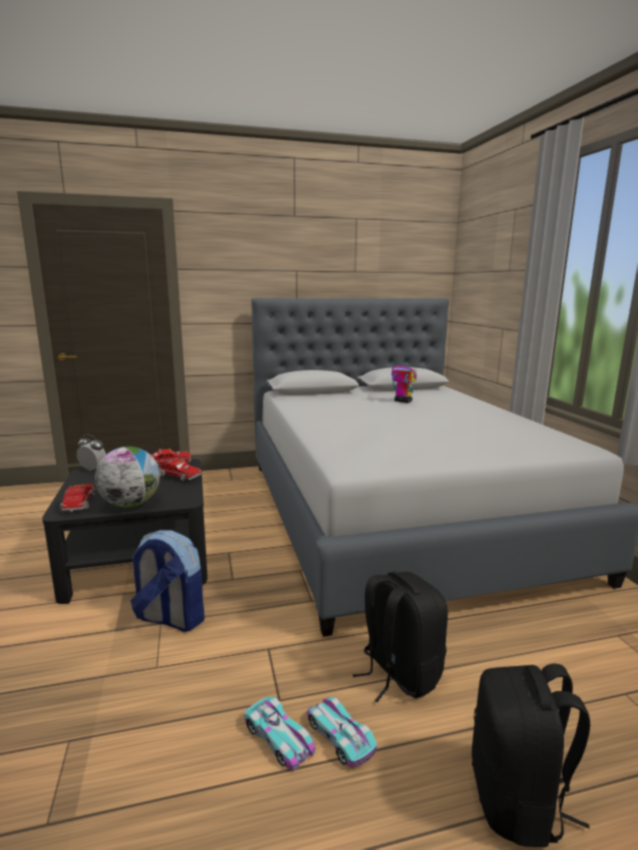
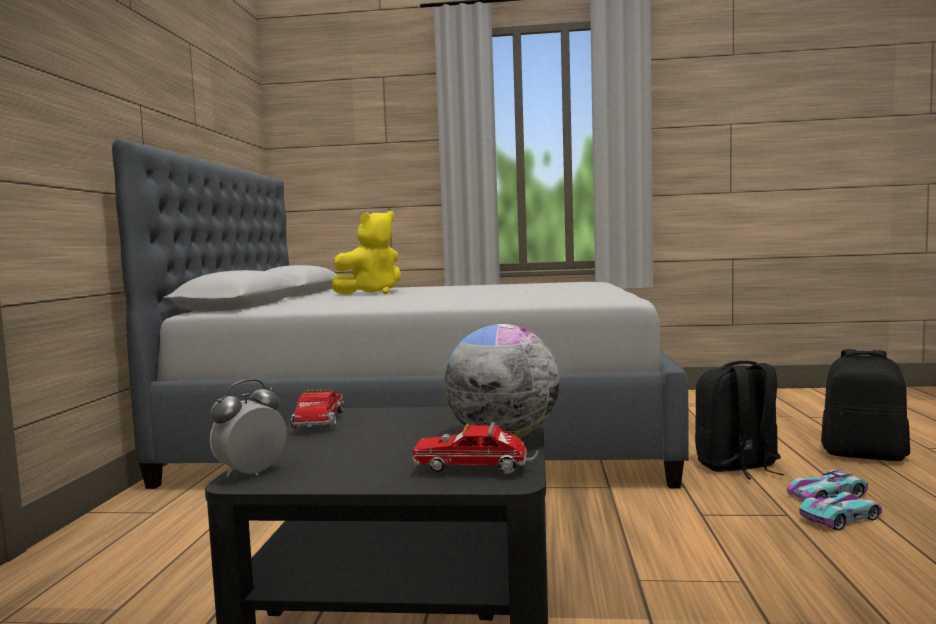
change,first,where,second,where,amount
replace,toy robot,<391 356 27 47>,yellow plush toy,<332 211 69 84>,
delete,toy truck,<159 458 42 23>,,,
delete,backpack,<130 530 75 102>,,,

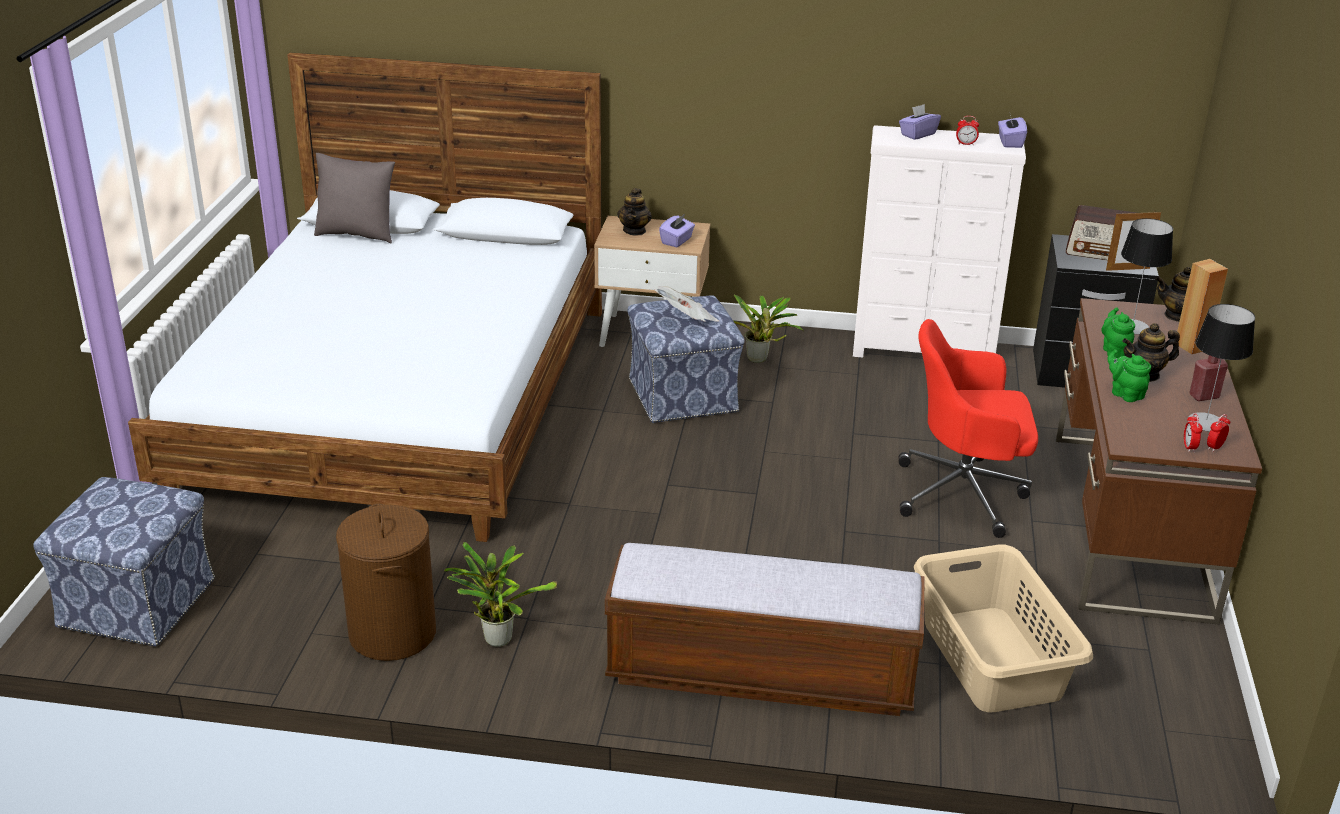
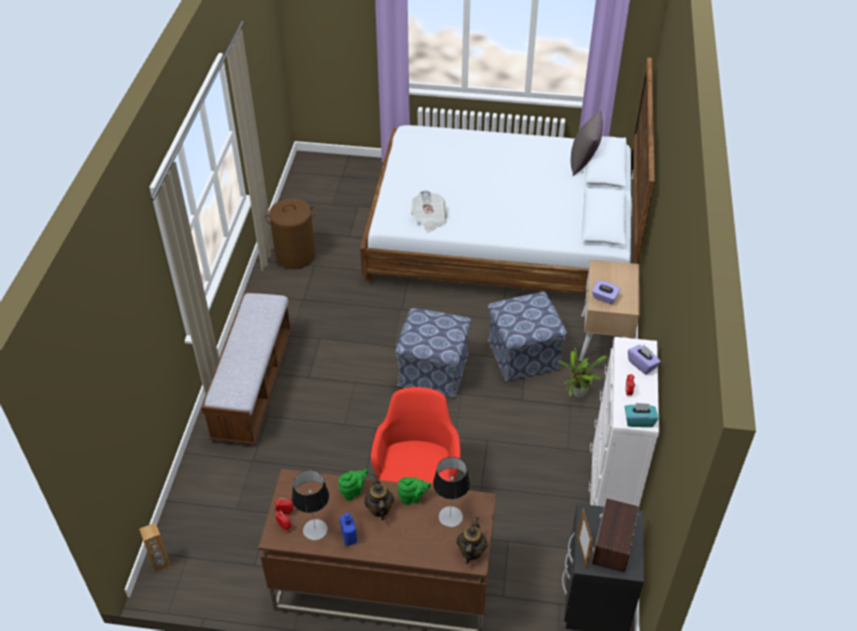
change,first,where,second,where,amount
recolor,purple tissue box,<998 115 29 33>,turquoise tissue box,<625 403 33 24>,
delete,teapot,<617 188 35 48>,,,
move,brown speaker,<1177 259 51 95>,,<139 523 32 49>,
move,newspaper,<654 286 65 36>,,<411 190 36 42>,
recolor,red bottle,<1190 355 38 46>,blue bottle,<340 513 17 33>,
move,ottoman,<33 477 182 170>,,<395 308 76 90>,
delete,potted plant,<444 542 113 105>,,,
delete,beige laundry basket,<914 544 179 168>,,,

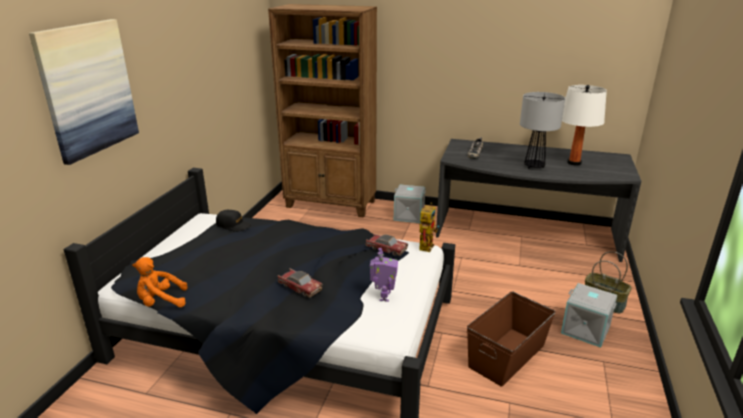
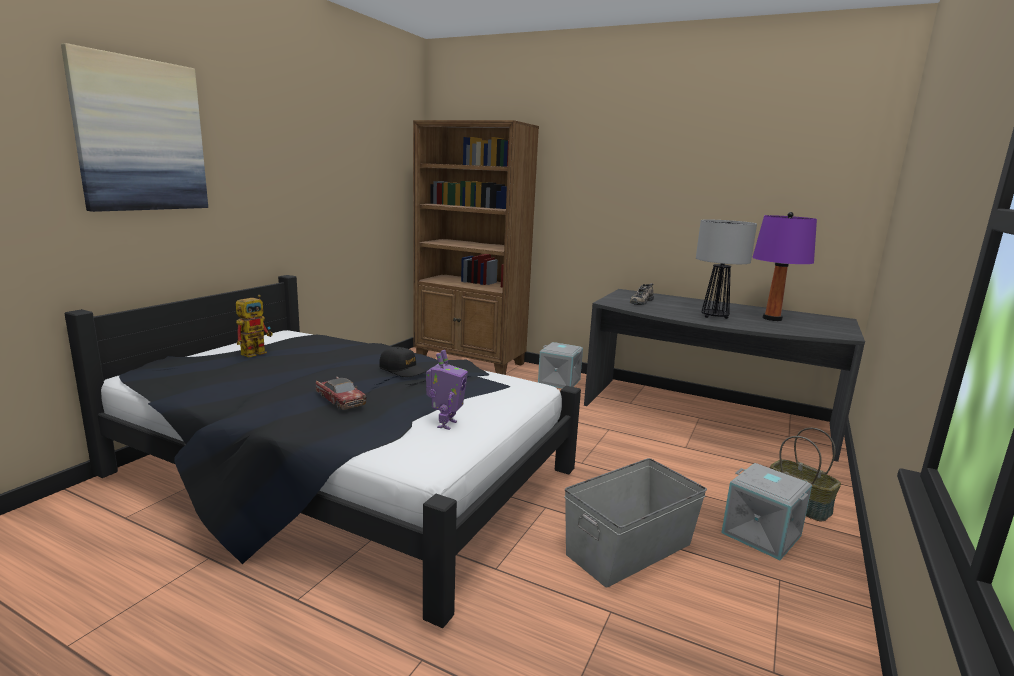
change,first,where,second,where,amount
recolor,white table lamp,<562 85 45 81>,purple table lamp,<752 212 65 109>,
move,toy robot,<419 202 20 50>,,<236 295 37 62>,
move,black cap,<216 210 35 22>,,<379 347 48 30>,
delete,toy car,<365 234 43 22>,,,
delete,orange plush toy,<132 257 55 50>,,,
recolor,brown storage box,<467 291 89 95>,grey storage box,<564 458 143 129>,

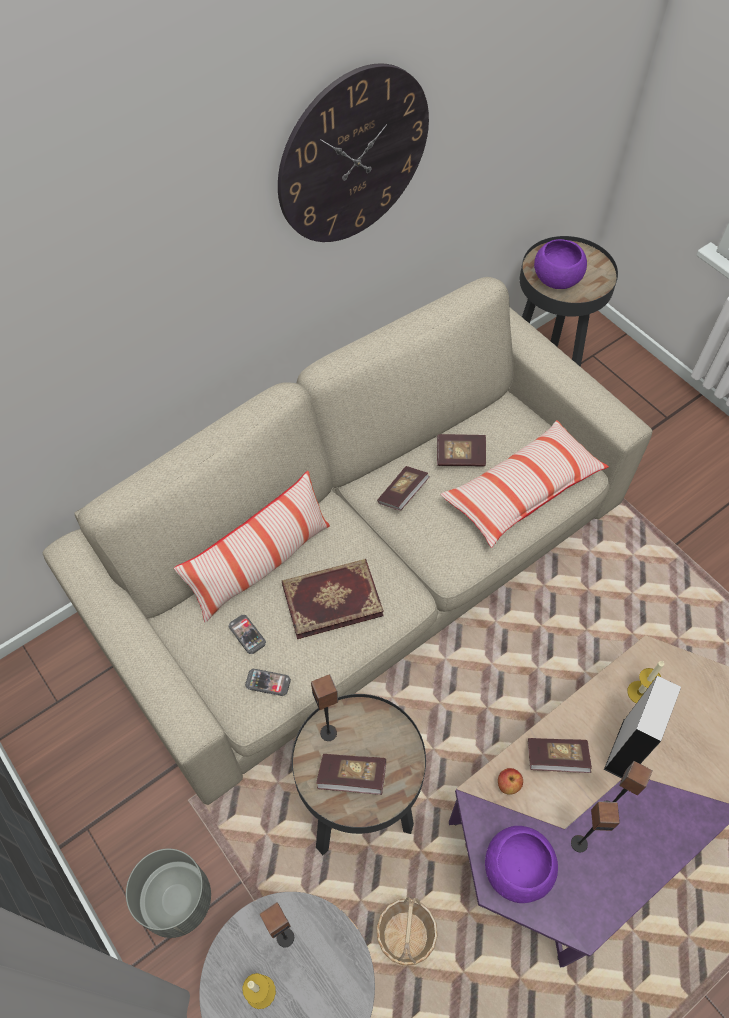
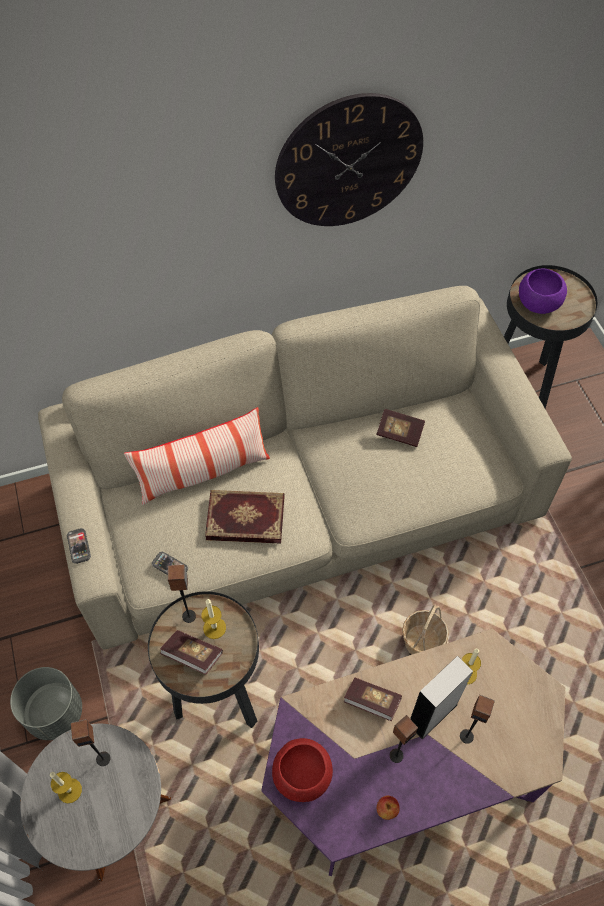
change,first,where,second,where,amount
delete,pillow,<440 420 169 128>,,,
delete,book,<377 466 53 45>,,,
move,phone,<228 615 38 39>,,<67 528 24 36>,
move,apple,<498 768 25 27>,,<377 796 23 24>,
move,speaker,<571 801 49 51>,,<460 695 35 49>,
recolor,purple bowl,<485 826 73 77>,red bowl,<272 738 61 64>,
move,basket,<376 897 62 69>,,<402 604 47 50>,
insert,,,candle,<201 599 25 40>,

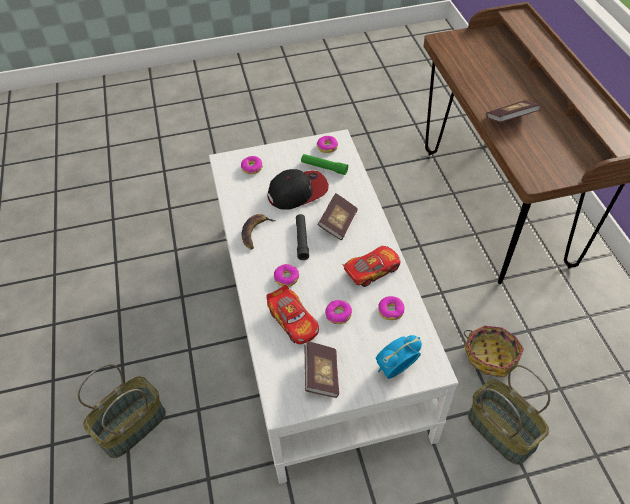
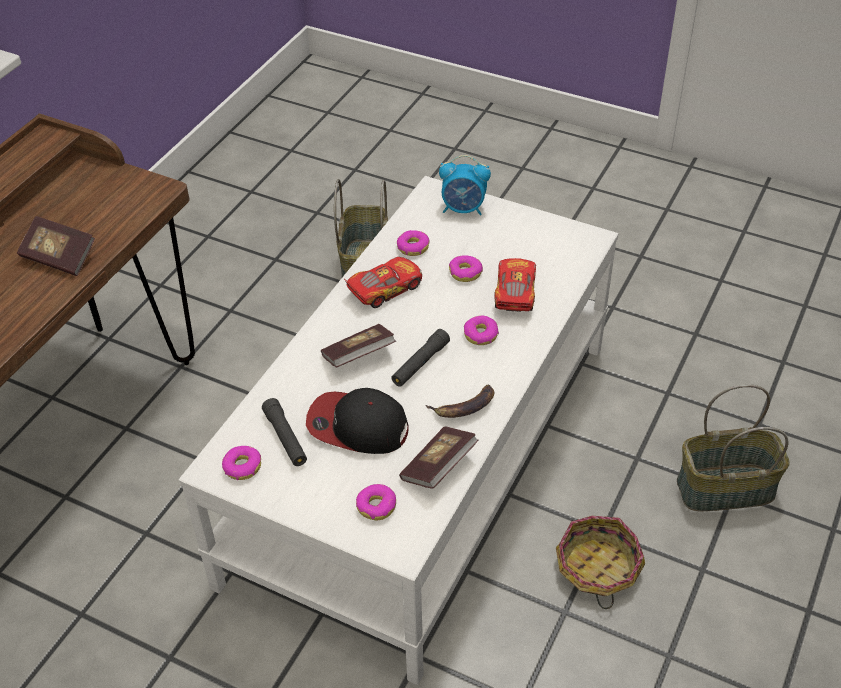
change,first,where,second,where,amount
recolor,green flashlight,<301 154 47 21>,black flashlight,<262 398 45 68>,
rotate,toy car,<342 246 58 41>,,<344 257 78 51>,135 degrees clockwise
move,basket,<464 326 60 51>,,<556 516 89 93>,
move,book,<304 341 35 57>,,<399 426 79 62>,

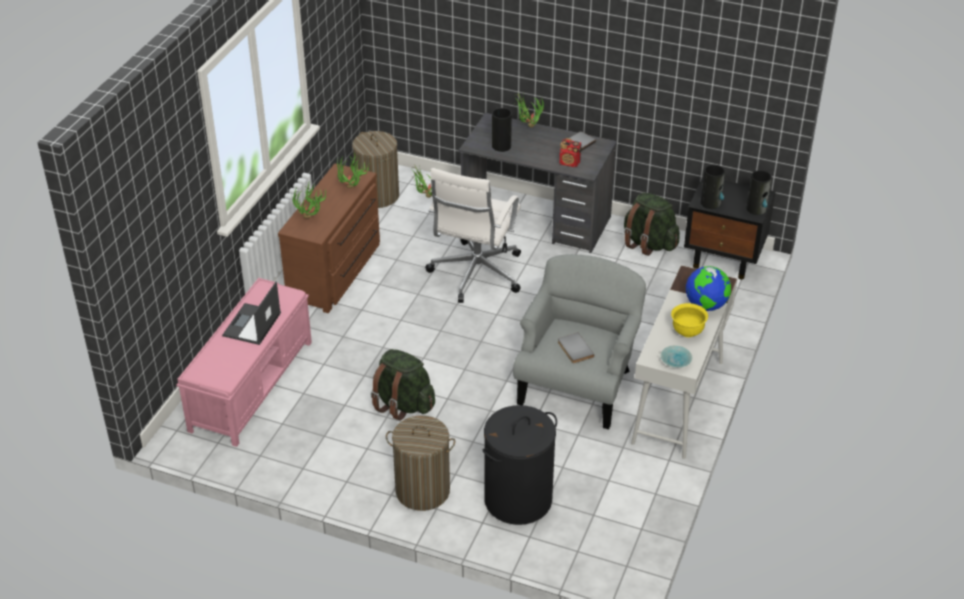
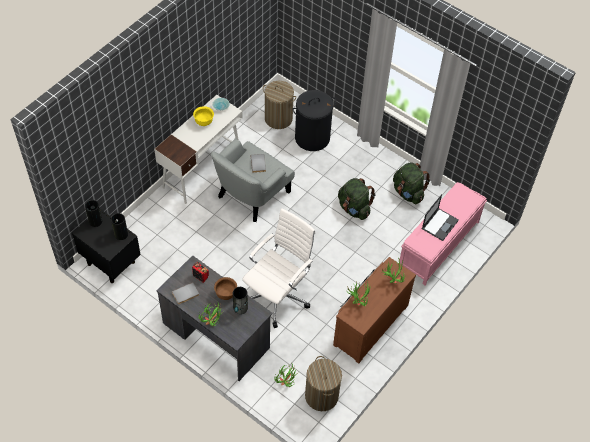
change,first,where,second,where,amount
move,green backpack,<624 193 56 63>,,<393 162 37 42>,
delete,globe,<686 266 45 45>,,,
move,laundry basket,<386 415 69 96>,,<263 81 33 48>,
insert,,,brown bowl,<214 277 23 23>,

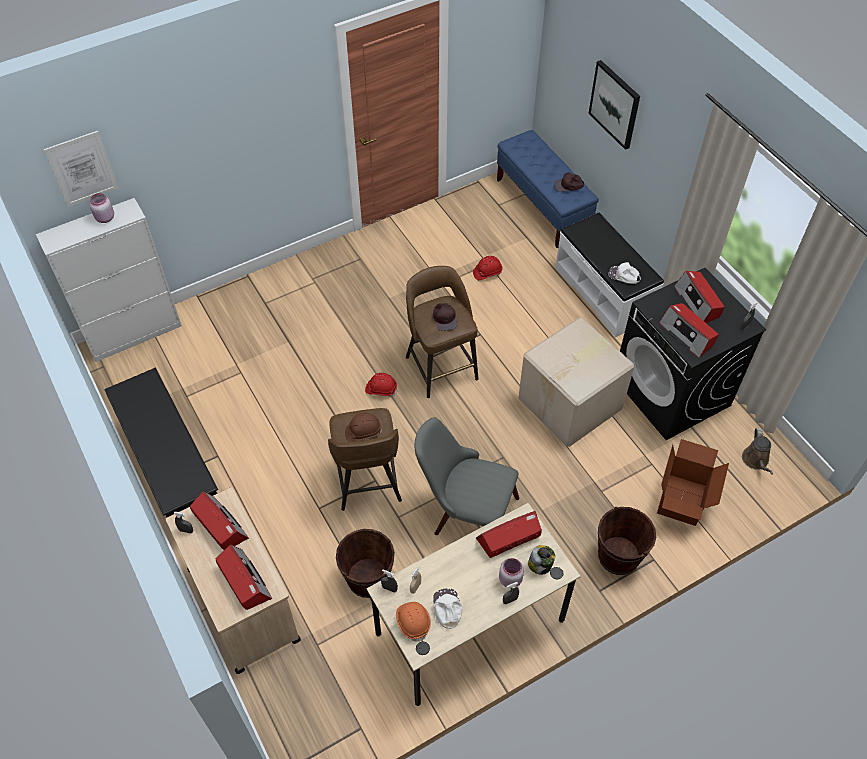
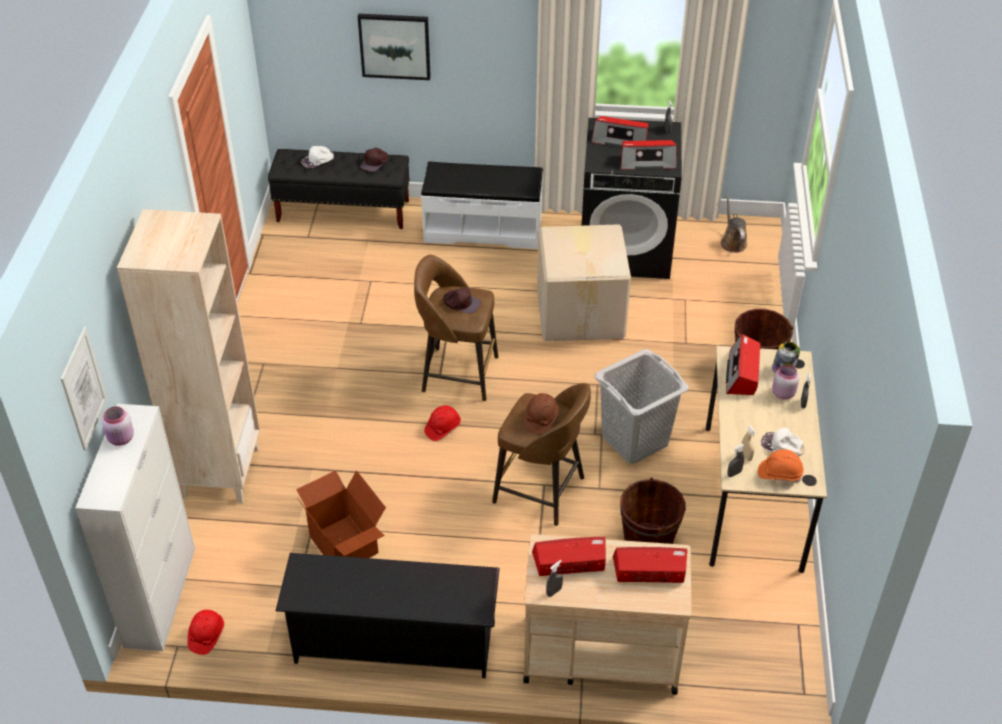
change,first,where,second,where,amount
recolor,blue bench,<497 130 102 118>,black bench,<268 149 142 80>,
move,red hard hat,<473 256 29 24>,,<187 610 37 45>,
move,white cap,<609 262 32 22>,,<301 146 33 22>,
replace,grey chair,<415 417 104 118>,grey laundry basket,<594 349 95 115>,
rotate,brown watering can,<742 428 31 47>,,<721 194 26 59>,135 degrees counterclockwise
move,cardboard box,<657 439 72 87>,,<296 470 90 88>,
insert,,,beige bookcase,<117 209 143 295>,

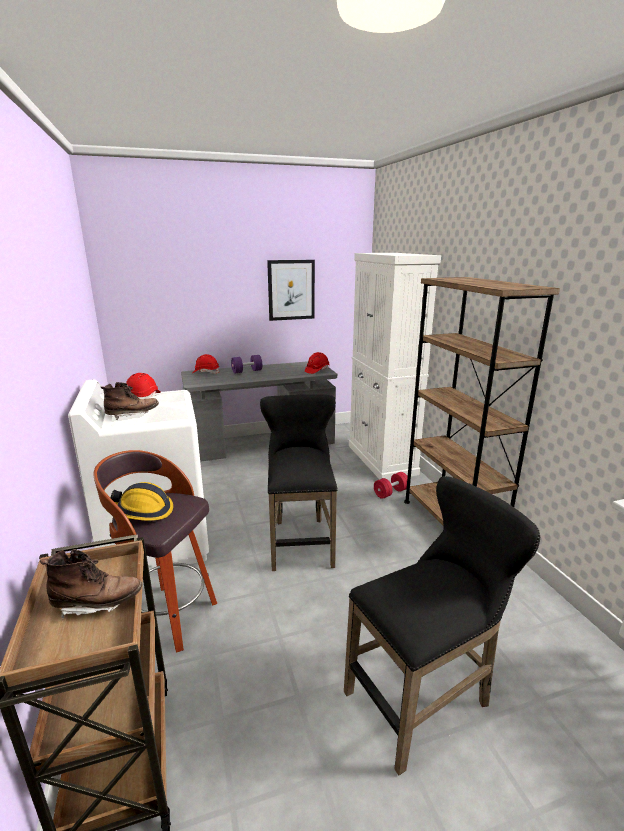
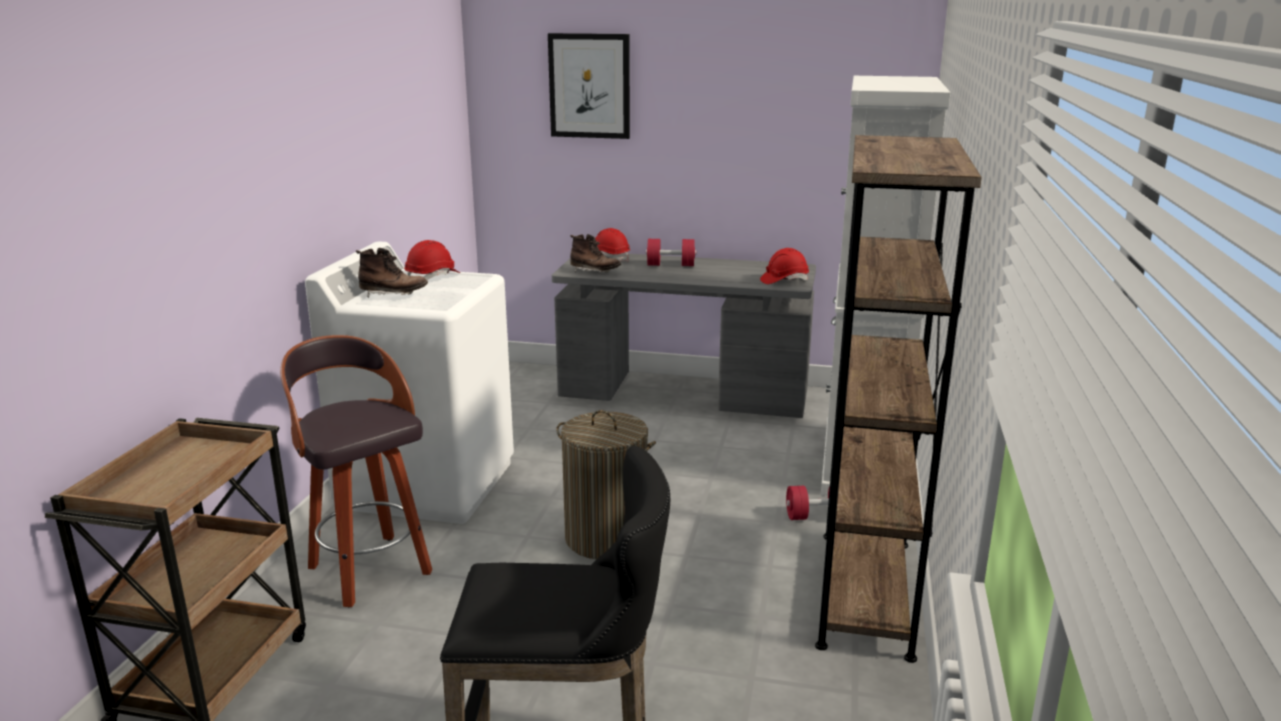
change,first,where,second,where,amount
move,picture,<267 260 48 61>,,<548 33 82 106>,
recolor,purple dumbbell,<231 355 31 18>,red dumbbell,<646 239 50 27>,
replace,black stool,<260 395 78 176>,laundry basket,<557 410 99 149>,
delete,hard hat,<106 482 67 39>,,,
move,brown boot,<40 549 103 71>,,<570 234 51 39>,

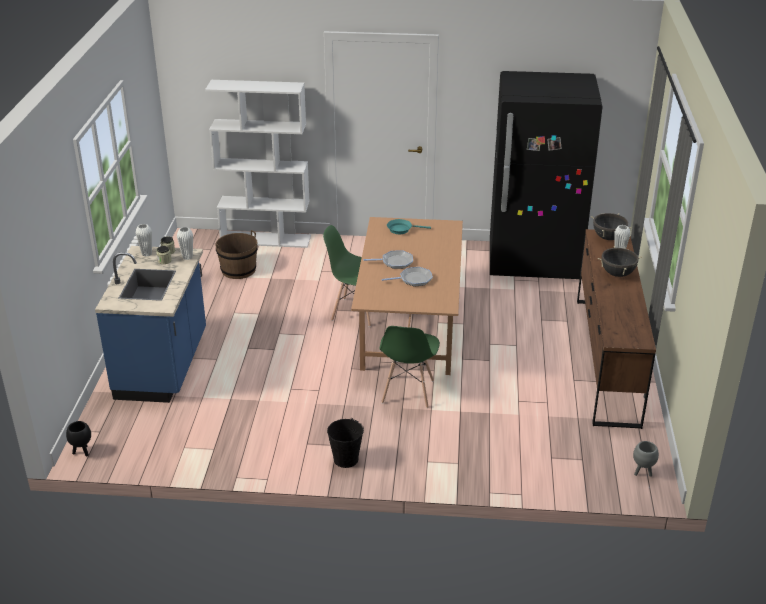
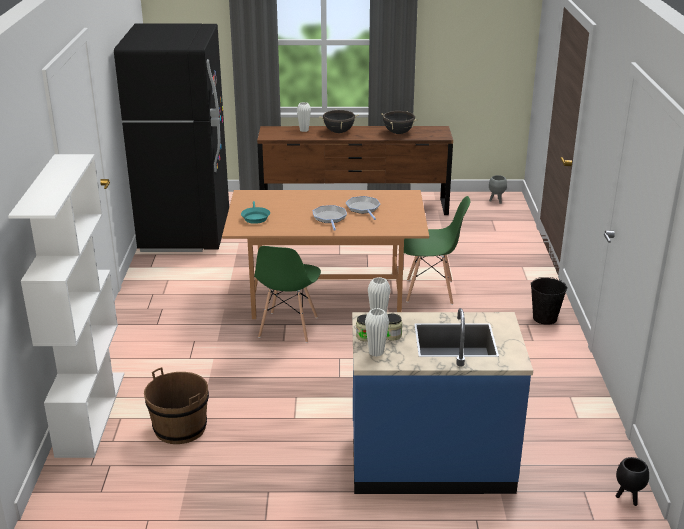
change,first,where,second,where,amount
move,black cooking pot,<591 213 40 27>,,<381 111 36 23>,

